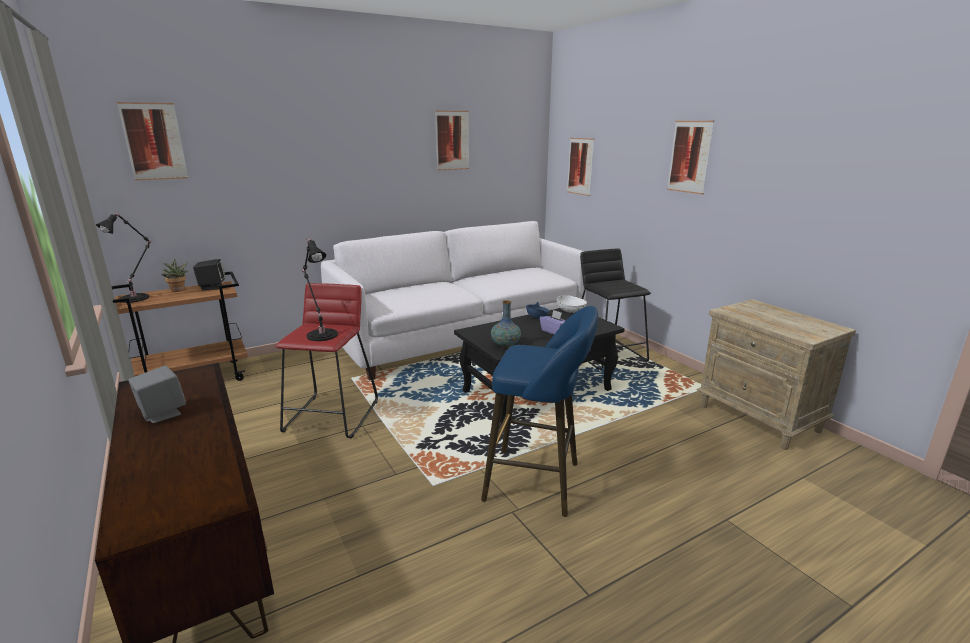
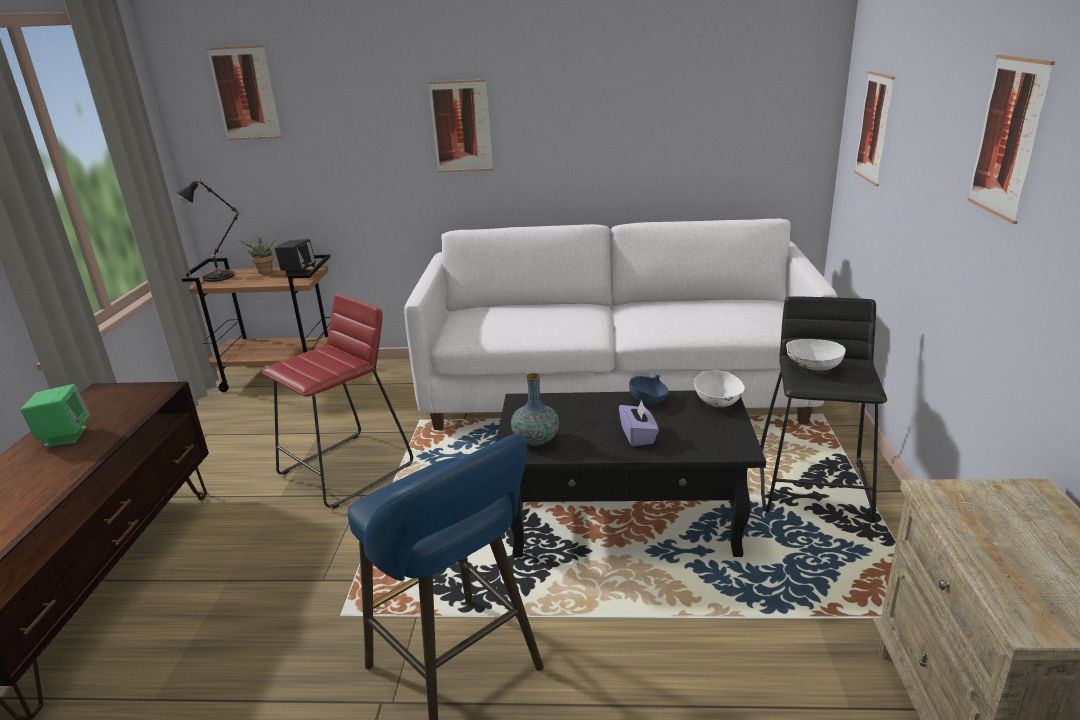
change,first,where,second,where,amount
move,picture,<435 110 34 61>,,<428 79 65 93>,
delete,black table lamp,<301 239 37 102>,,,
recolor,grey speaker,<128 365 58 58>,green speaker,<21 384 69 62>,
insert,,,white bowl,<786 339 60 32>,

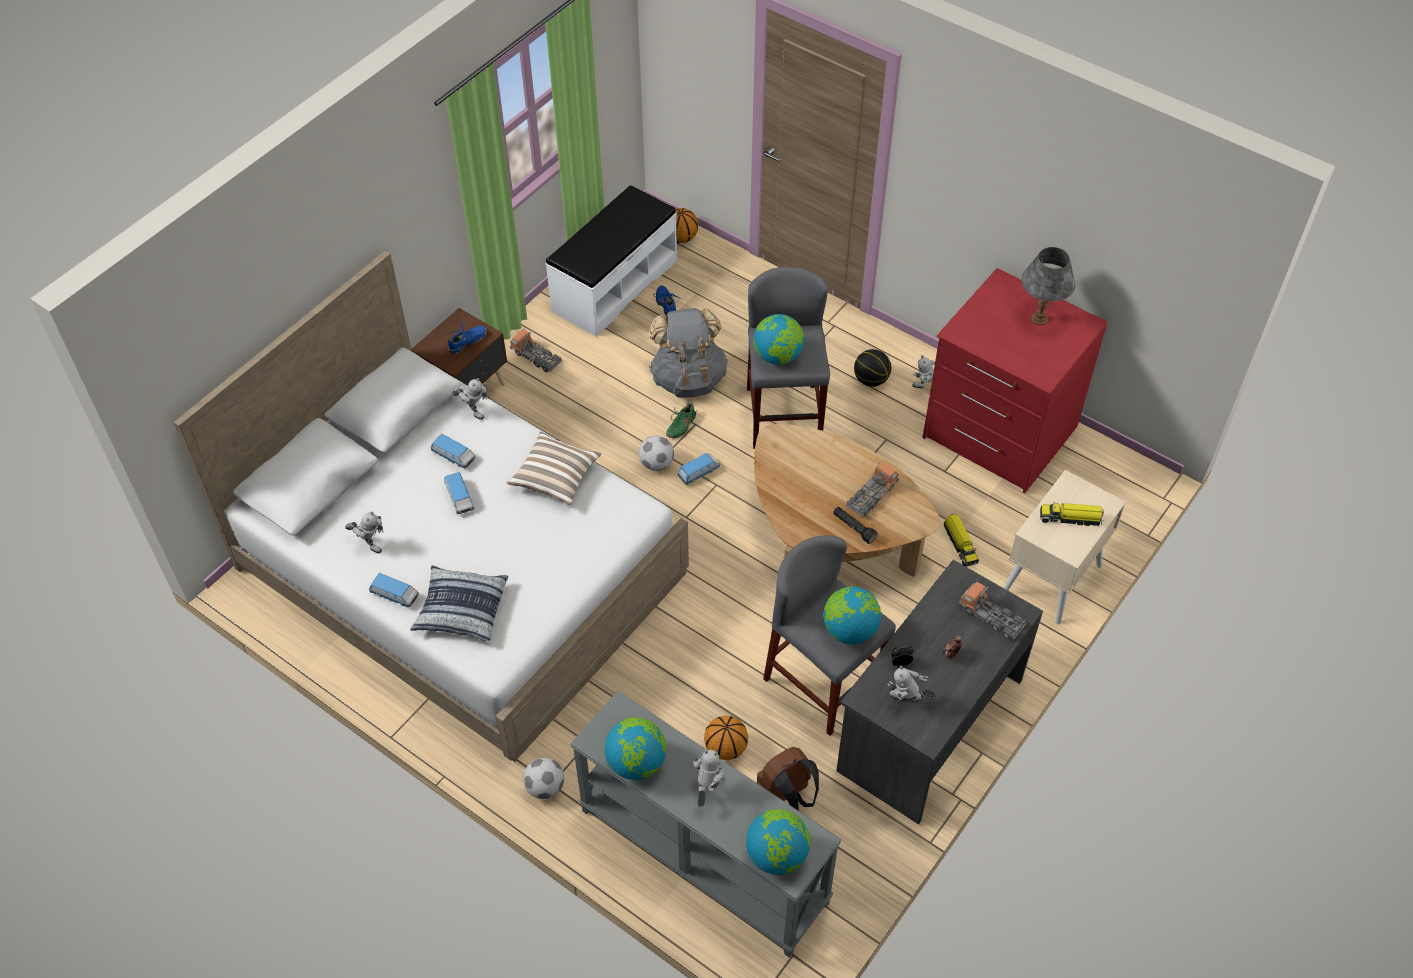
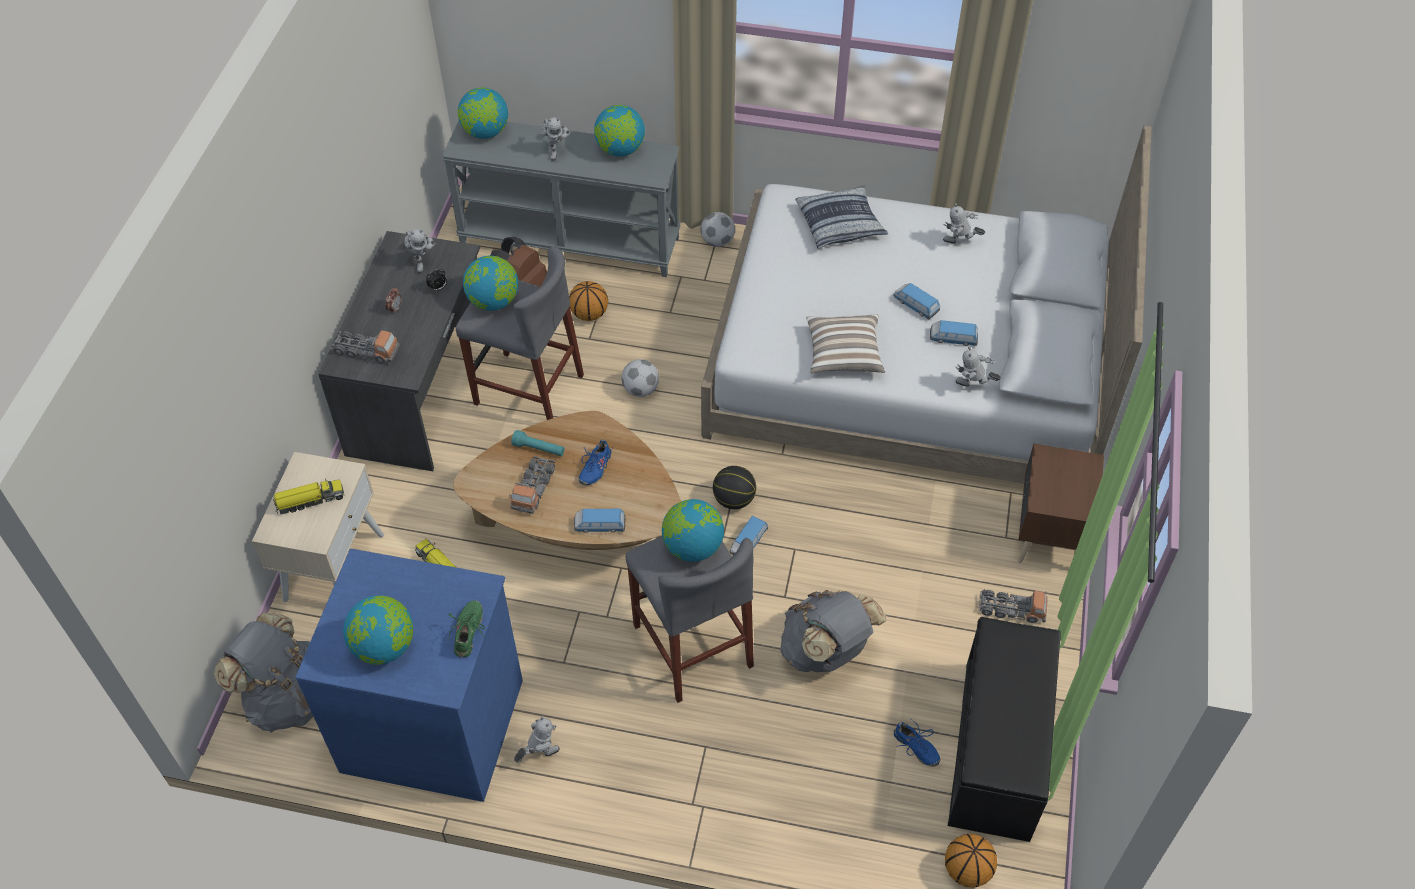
change,first,where,second,where,amount
recolor,white bench,<546 185 131 152>,black bench,<948 617 113 225>,
replace,grey table lamp,<1021 247 54 78>,globe,<343 595 70 70>,
recolor,red dresser,<923 268 185 225>,blue dresser,<295 548 228 254>,
move,blue shoe,<447 322 40 32>,,<578 439 34 46>,
move,basketball,<854 349 37 38>,,<713 466 43 43>,
move,green shoe,<666 402 30 36>,,<448 600 37 57>,
move,football,<639 435 35 36>,,<622 359 37 38>,
recolor,black flashlight,<833 507 45 37>,turquoise flashlight,<511 430 53 26>,
move,toy car,<369 573 50 34>,,<574 509 51 24>,
rotate,toy robot,<887 665 49 36>,,<404 229 32 44>,90 degrees clockwise
insert,,,grey backpack,<214 613 99 120>,

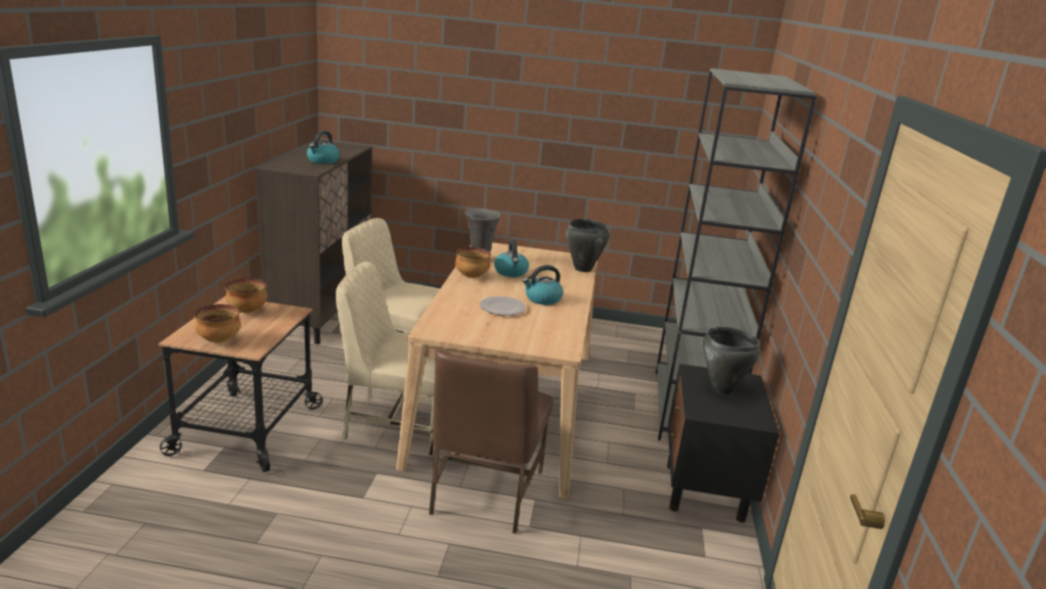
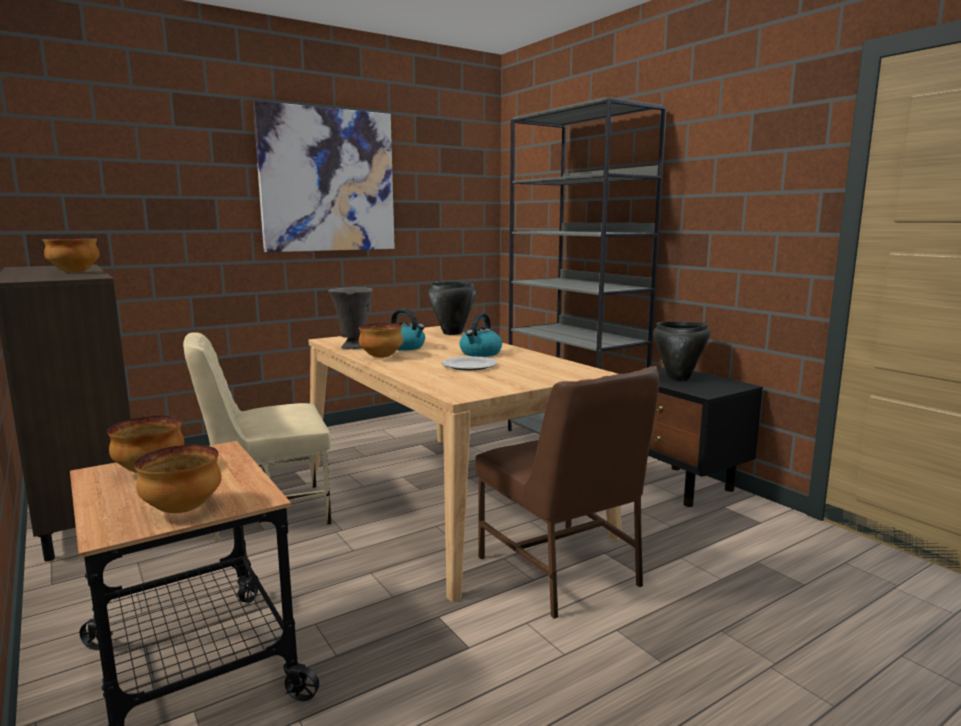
change,first,where,second,where,amount
replace,kettle,<307 131 33 33>,bowl,<43 238 56 35>,
delete,beige chair,<336 262 99 194>,,,
insert,,,picture,<253 101 142 151>,

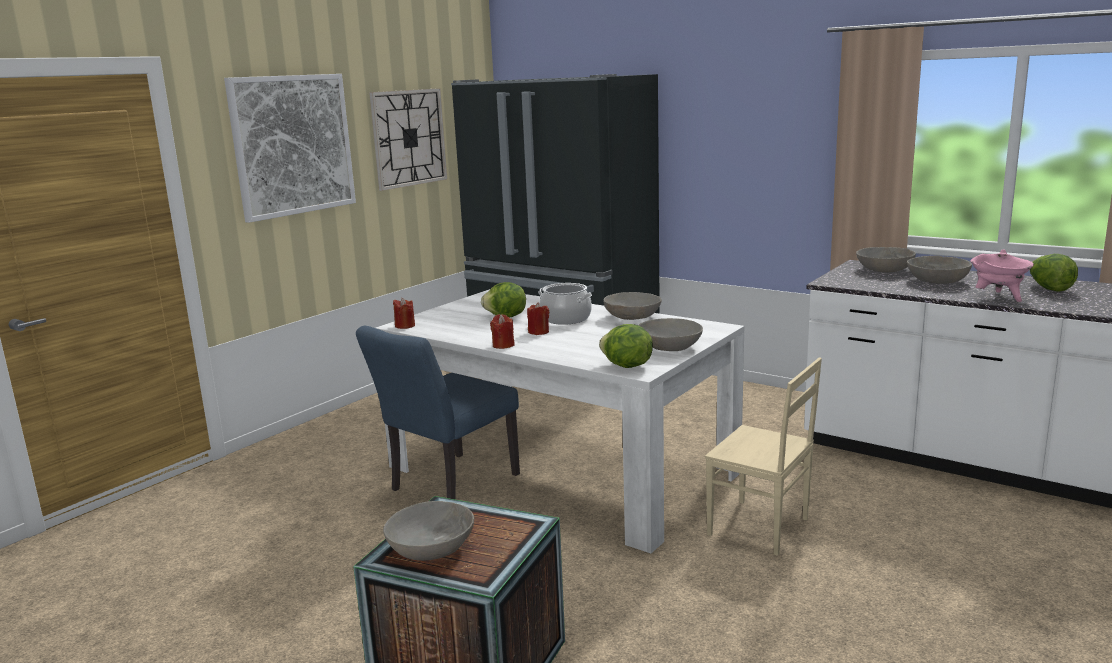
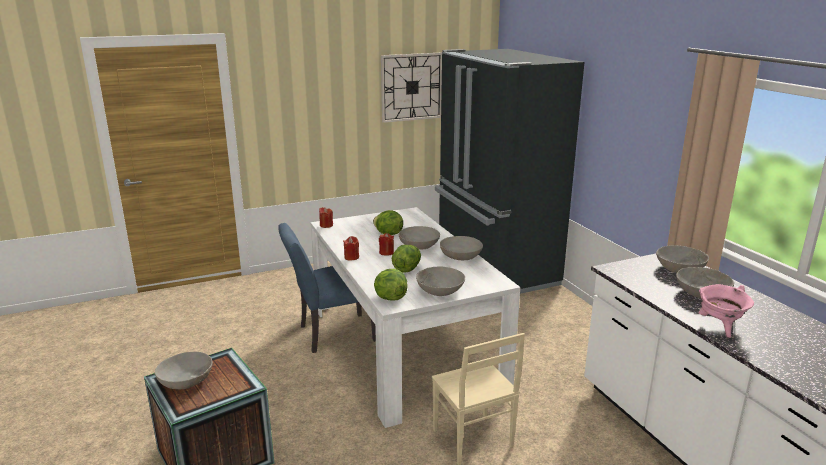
change,first,where,second,where,amount
delete,picture,<224 74 132 149>,,,
move,lettuce,<1030 254 48 38>,,<392 245 29 27>,
replace,cooking pot,<538 283 54 42>,grey bowl,<399 226 41 23>,

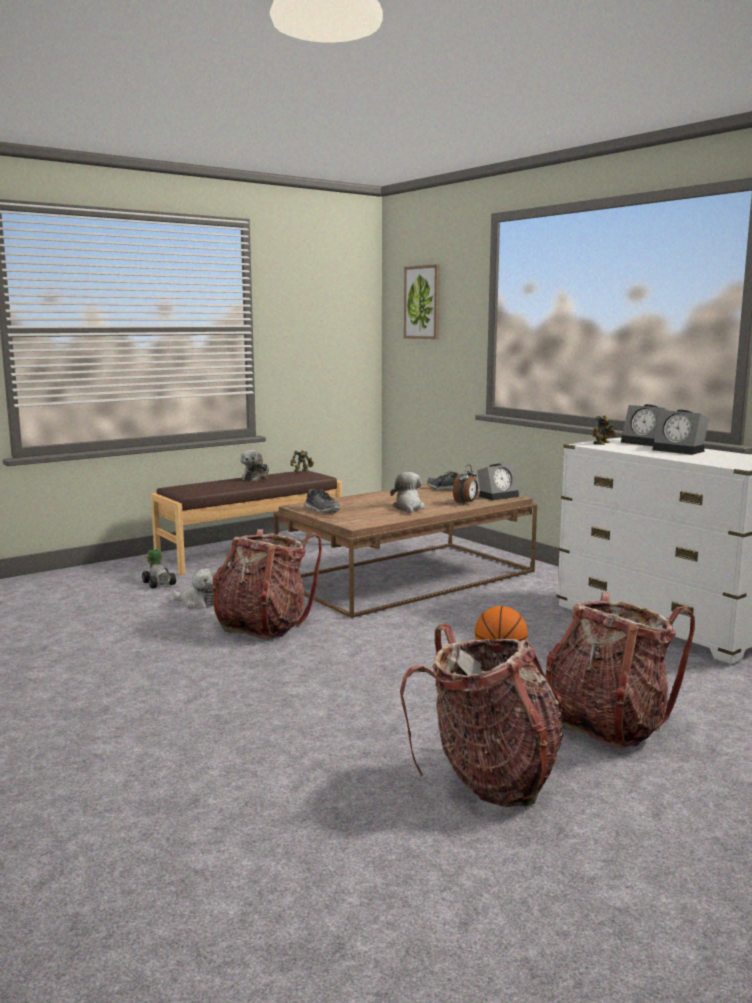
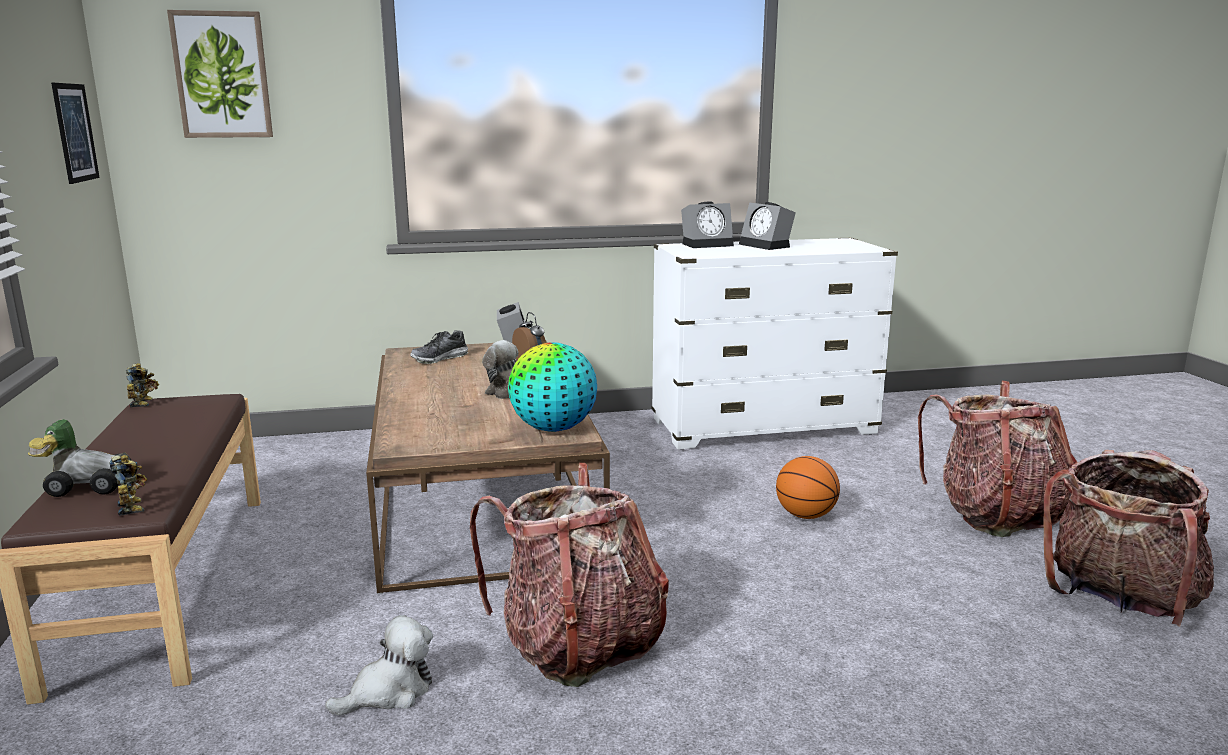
change,first,where,second,where,amount
rotate,alarm clock,<652 410 57 45>,,<739 202 57 48>,75 degrees clockwise
move,toy robot,<593 415 23 30>,,<109 455 38 61>,
delete,plush toy,<241 450 28 31>,,,
delete,shoe,<304 489 37 25>,,,
move,toy car,<142 549 34 39>,,<28 419 104 78>,
insert,,,picture,<51 83 49 101>,
insert,,,globe,<508 342 89 90>,

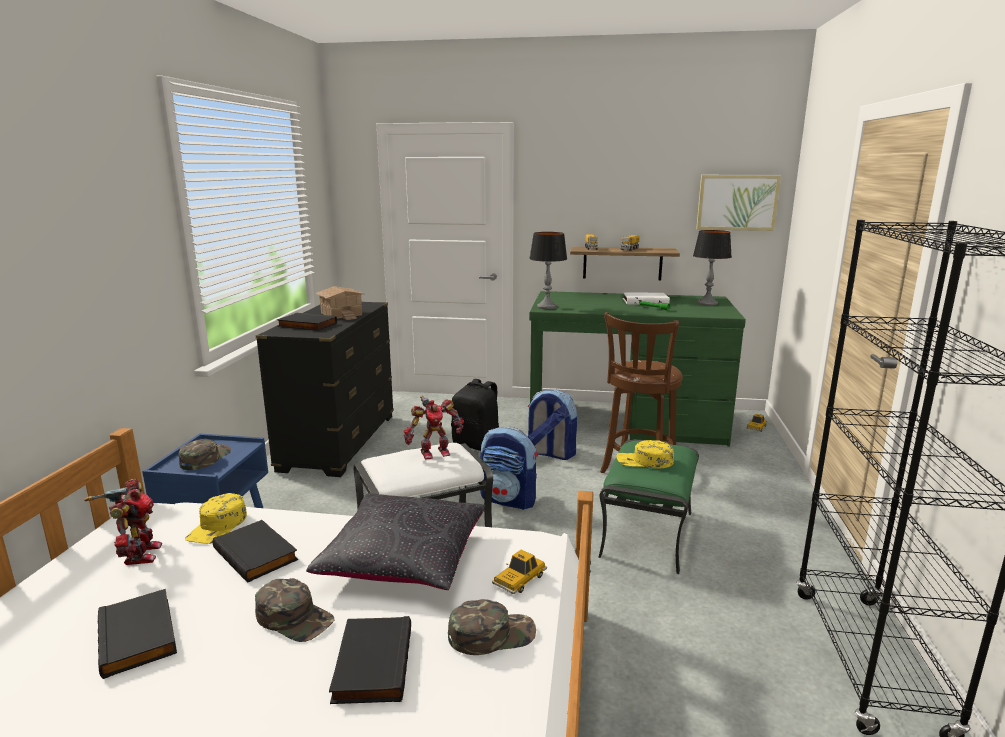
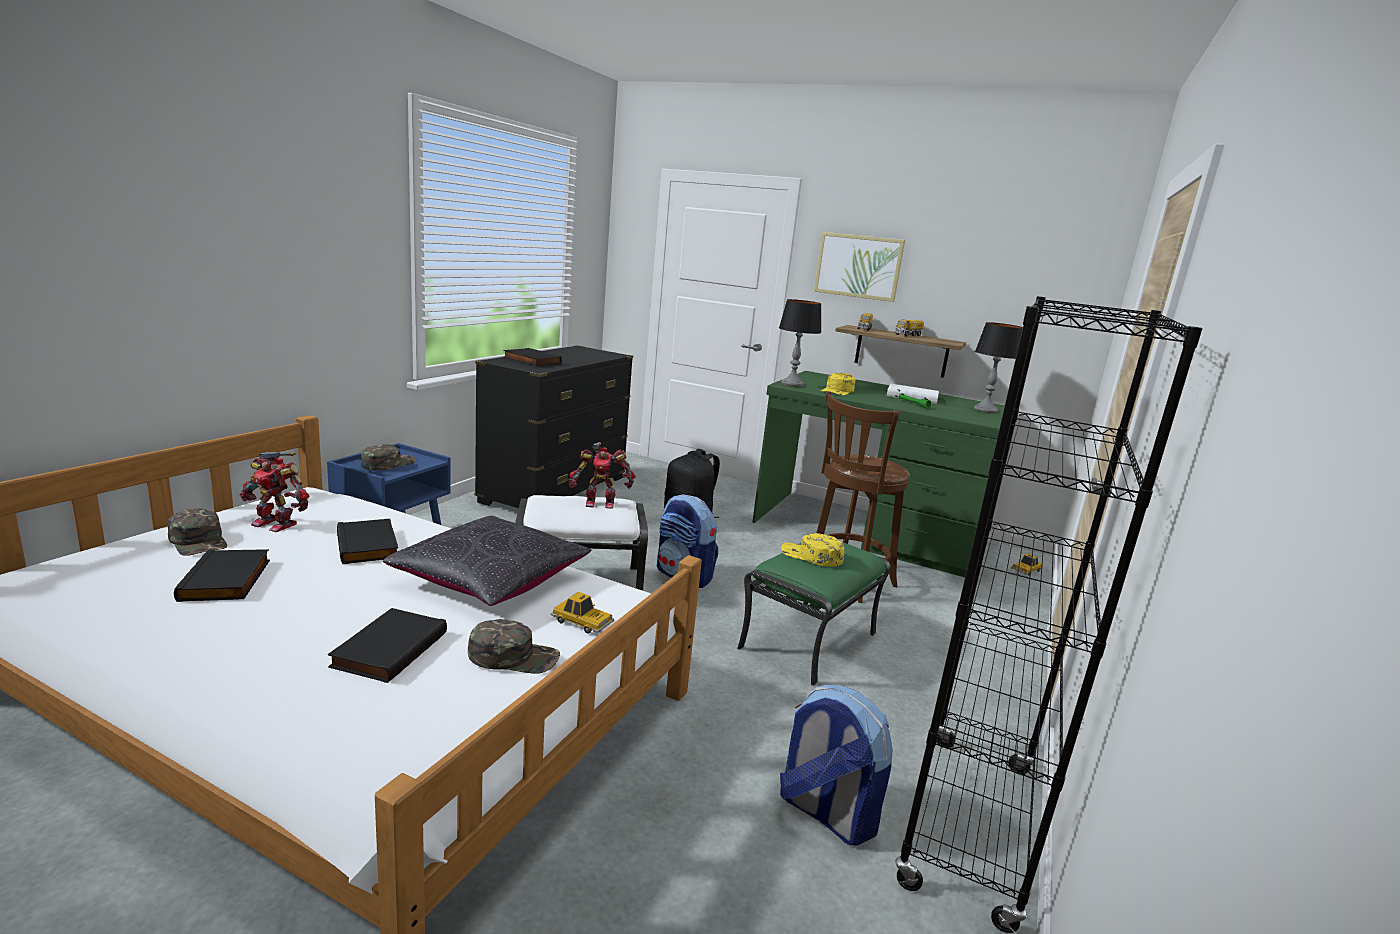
change,first,where,second,where,amount
move,picture,<696 175 85 56>,,<814 232 91 70>,
delete,toy house,<316 286 48 34>,,,
move,backpack,<528 389 49 71>,,<780 685 113 161>,
rotate,toy robot,<84 479 78 86>,,<240 452 69 80>,105 degrees clockwise
move,yellow cap,<185 493 62 51>,,<821 373 35 22>,
rotate,toy car,<492 550 55 44>,,<551 592 63 41>,120 degrees counterclockwise
move,green cap,<255 578 80 64>,,<167 508 60 48>,

